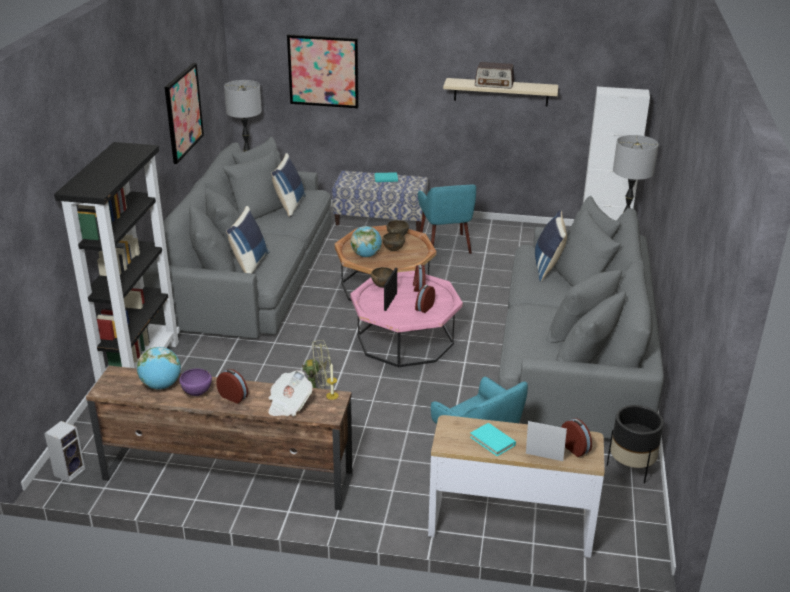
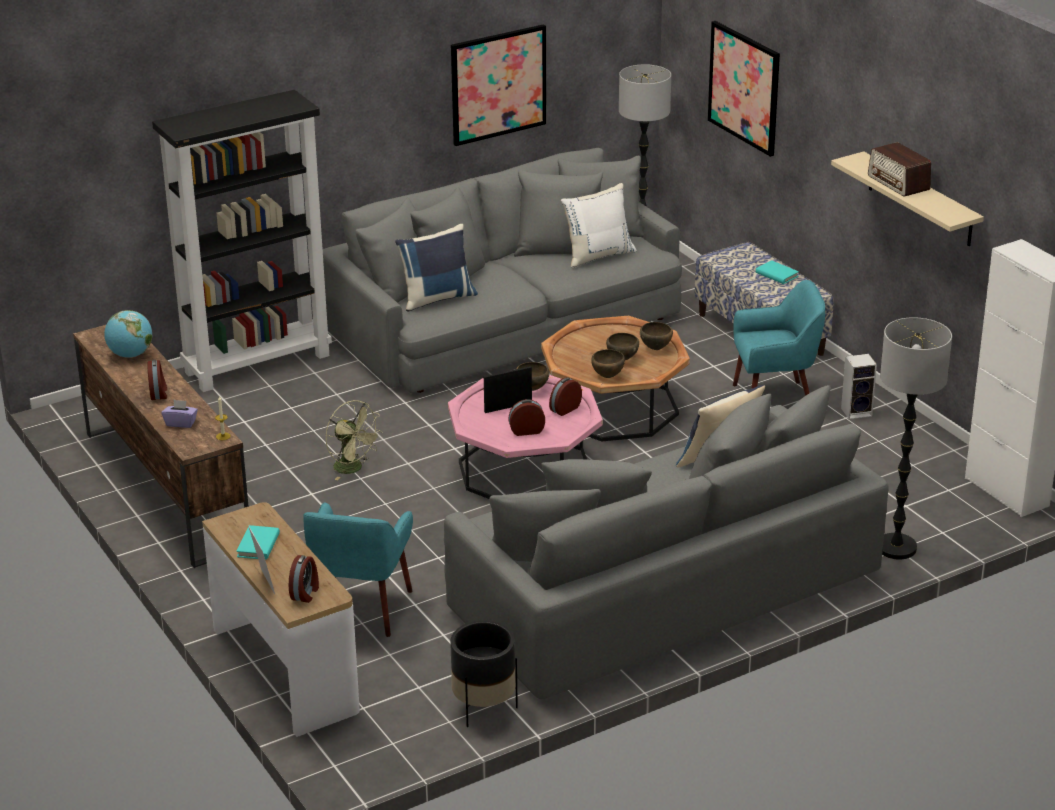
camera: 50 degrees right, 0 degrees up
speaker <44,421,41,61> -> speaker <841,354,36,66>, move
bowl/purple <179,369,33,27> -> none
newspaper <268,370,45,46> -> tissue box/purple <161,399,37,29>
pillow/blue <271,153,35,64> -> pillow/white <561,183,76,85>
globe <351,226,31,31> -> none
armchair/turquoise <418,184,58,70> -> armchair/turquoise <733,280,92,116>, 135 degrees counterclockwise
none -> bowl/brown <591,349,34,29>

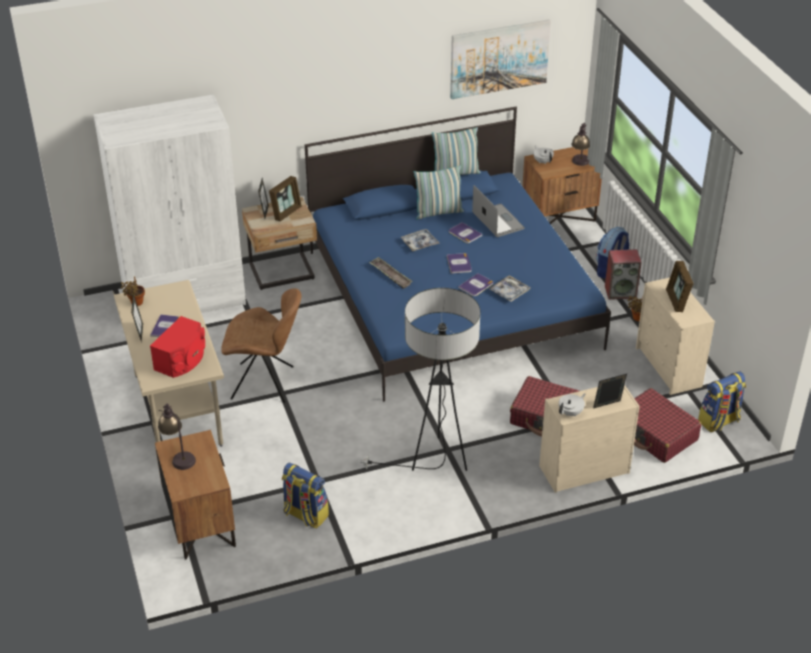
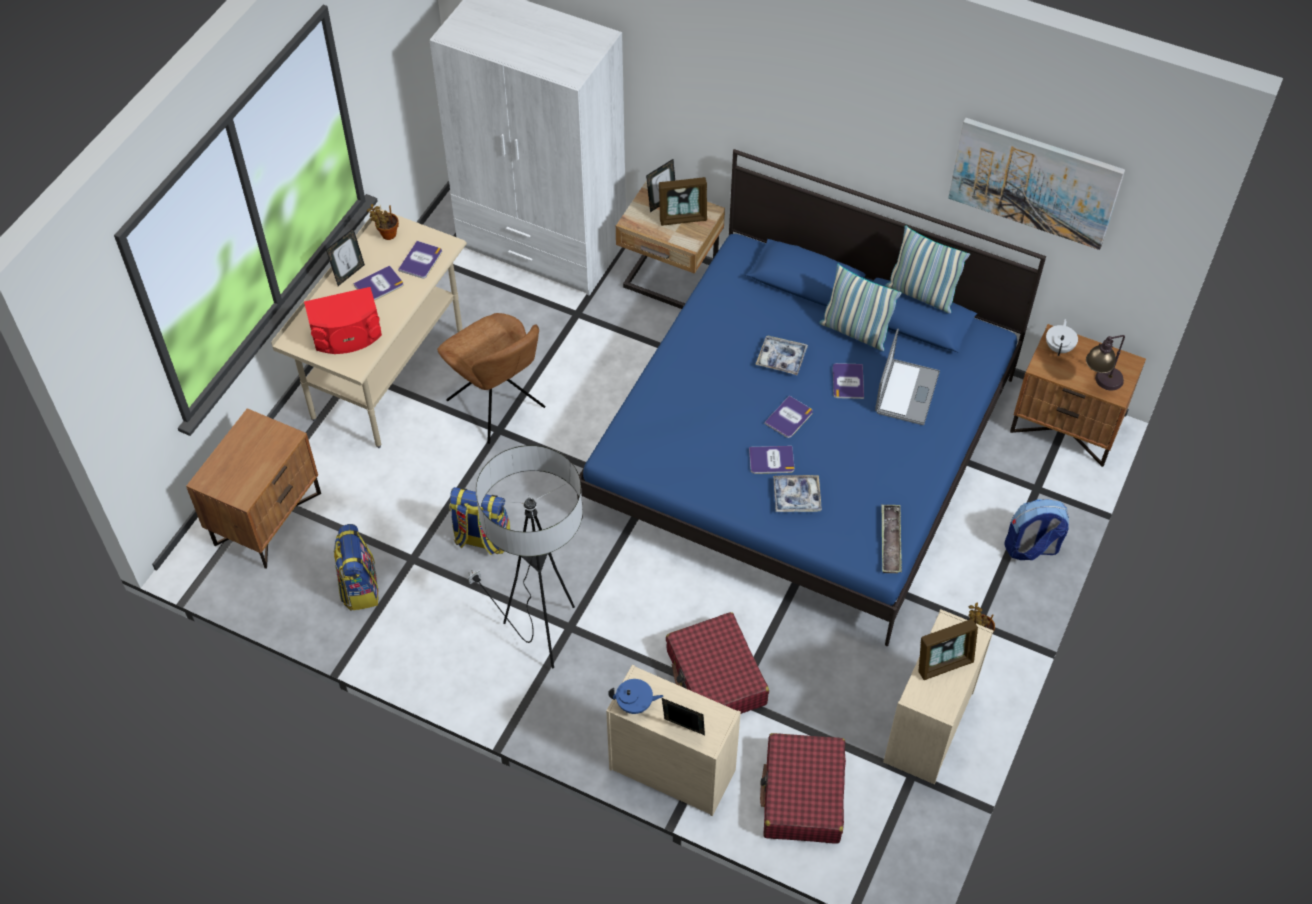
camera: 45 degrees right, 15 degrees up
table lamp <158,404,38,66> -> none
tray <369,257,44,32> -> tray <881,505,21,68>, move
teapot/white <559,394,26,23> -> teapot/blue <608,679,55,35>
speaker <605,249,37,51> -> none
picture frame <666,261,28,51> -> picture frame <918,619,60,61>, 150 degrees counterclockwise
backpack <698,371,48,61> -> backpack <449,487,61,68>, move
none -> book <398,241,44,37>

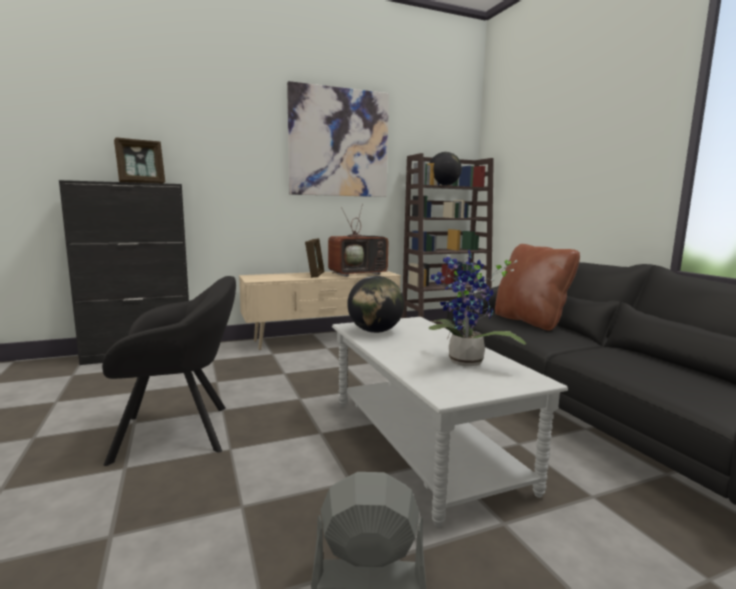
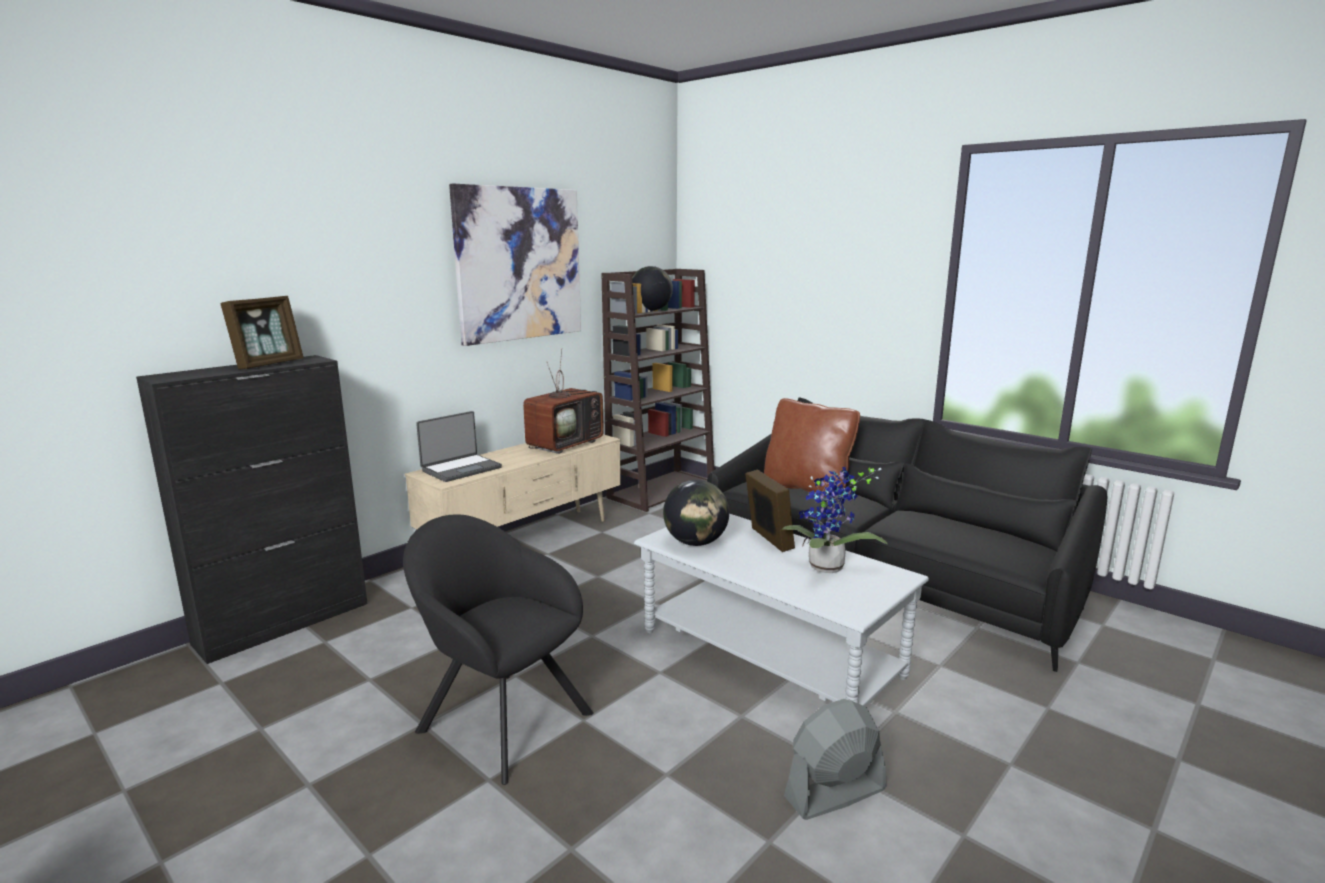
camera: 25 degrees left, 5 degrees up
armchair/black <102,276,134,190> -> armchair/black <403,514,190,271>, 105 degrees counterclockwise
picture frame <305,238,19,40> -> picture frame <745,470,50,82>, move
none -> laptop <416,411,86,71>

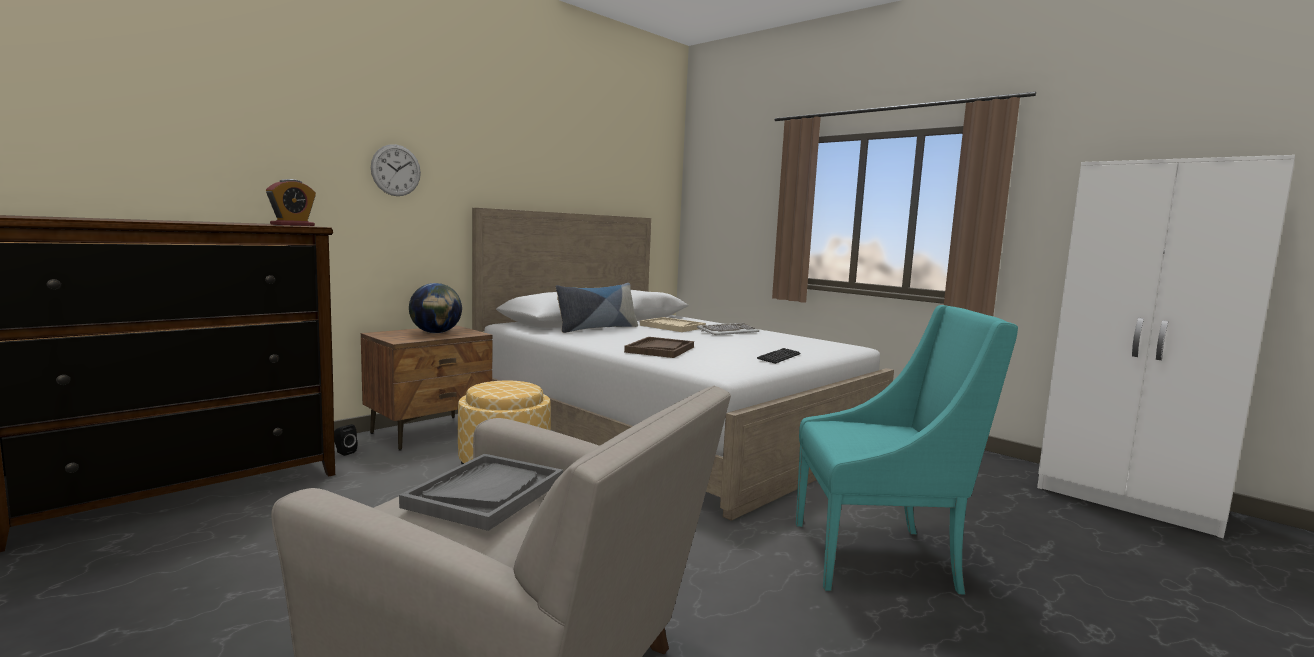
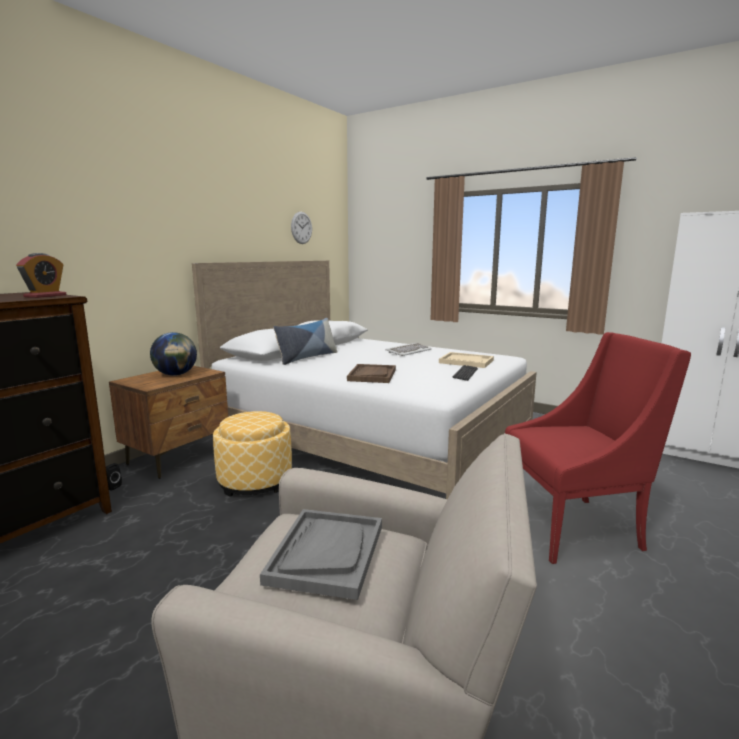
camera: 10 degrees left, 5 degrees up
wall clock <371,144,50,52> -> wall clock <291,212,21,32>, move
tray/beige <640,317,66,15> -> tray/beige <439,352,55,16>, move
armchair/turquoise <796,305,222,290> -> armchair/red <505,332,186,232>

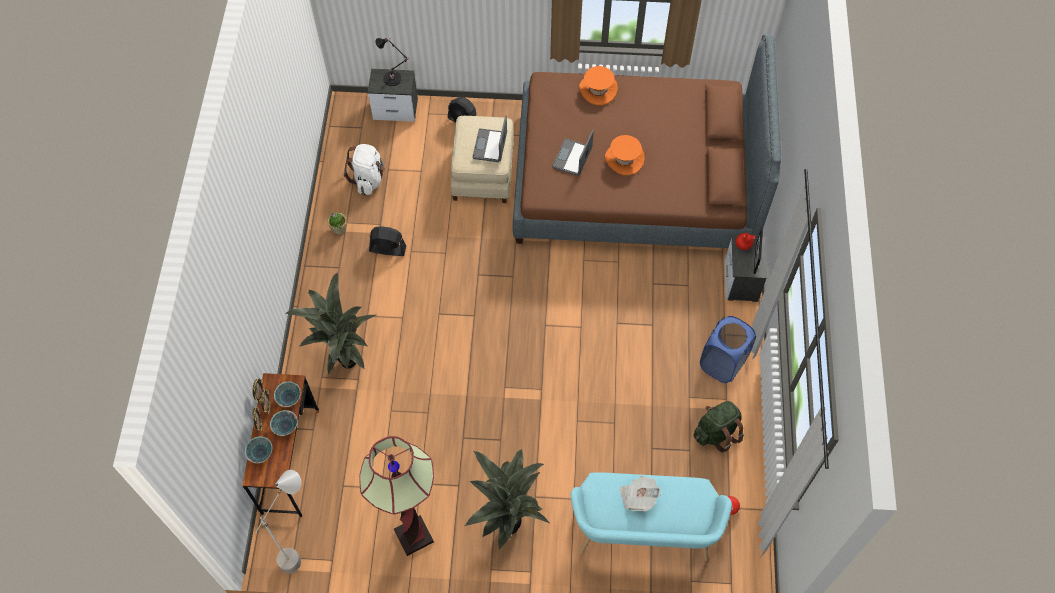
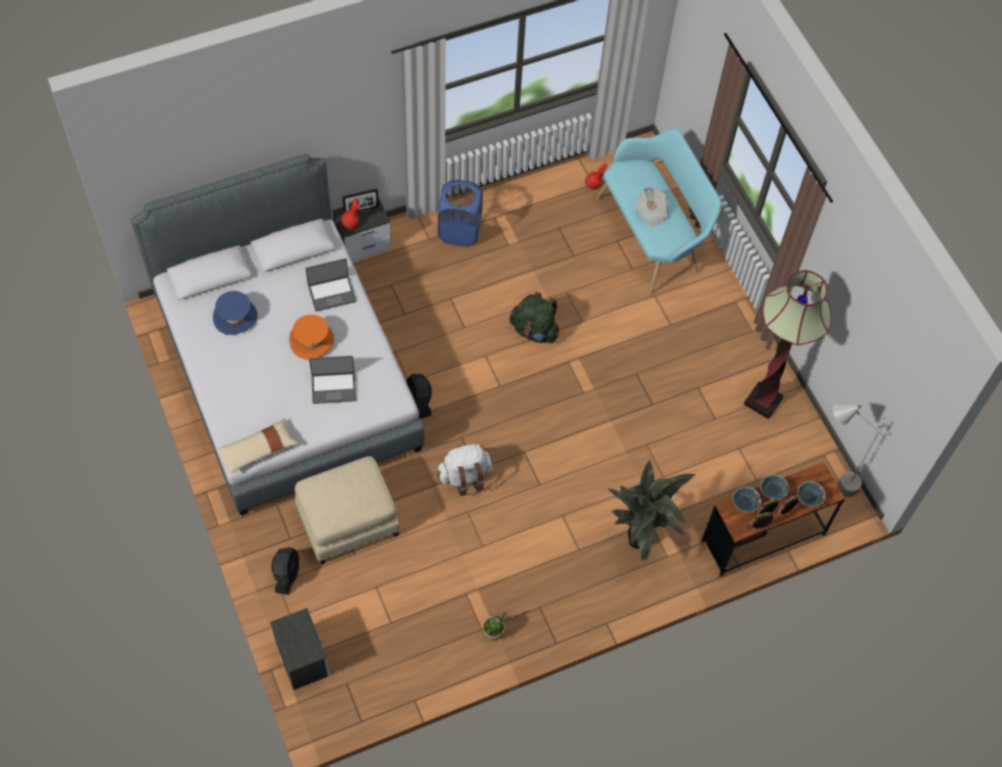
camera: 120 degrees left, 0 degrees up
backpack/white <344,144,41,51> -> backpack/white <437,444,56,52>, move
fan/black <369,226,37,30> -> fan/black <407,374,25,45>, move
table lamp/black <375,38,34,48> -> none
potted plant <465,449,84,101> -> none
laptop <472,115,35,47> -> laptop <306,258,50,53>, move
bed/brown <513,33,268,215> -> bed/grey <131,154,293,362>
hat/orange <579,66,39,39> -> none
backpack/green <694,401,50,51> -> backpack/green <509,292,50,51>, move
none -> hat/blue <213,291,45,44>
none -> pillow/beige <216,418,82,56>

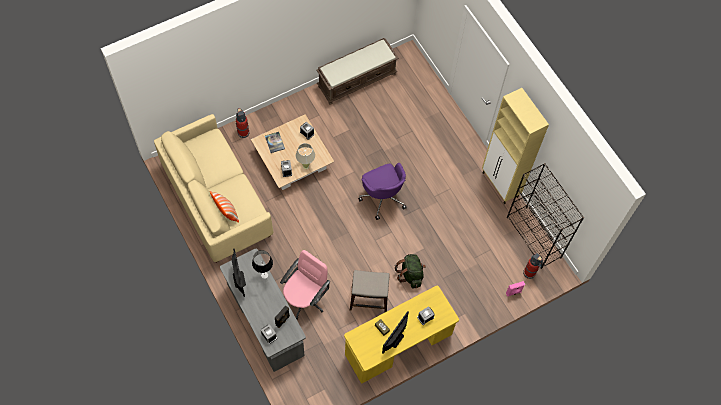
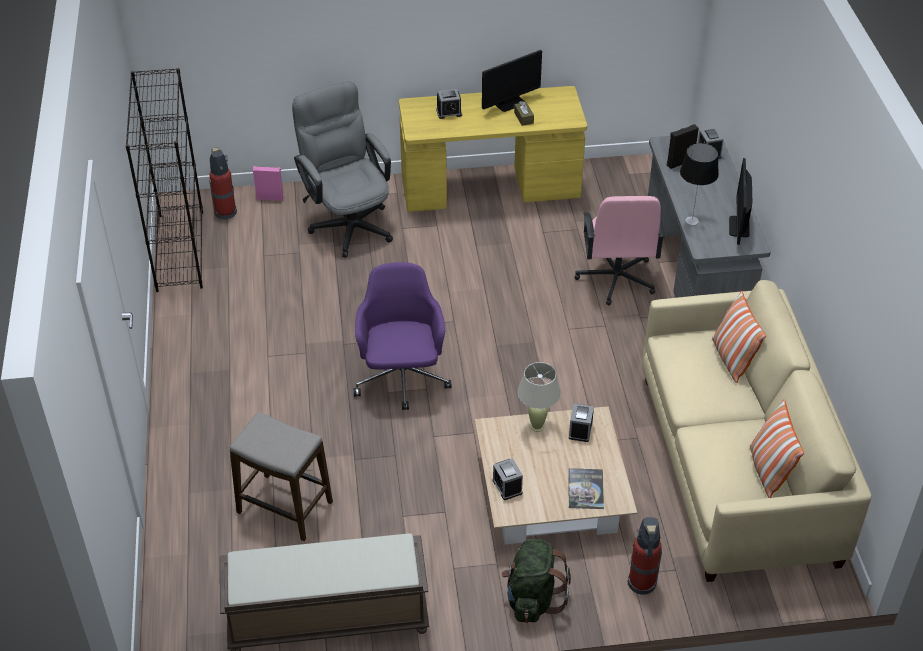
camera: 155 degrees left, 20 degrees down
office chair/pink <280,250,50,69> -> office chair/pink <575,196,90,109>, 60 degrees counterclockwise
stool <350,270,39,42> -> stool <230,412,103,129>, move
backpack/green <395,254,31,34> -> backpack/green <501,539,70,84>, move
cabinet/beige <482,88,67,116> -> none
none -> office chair/grey <292,81,101,177>
none -> pillow <750,399,54,99>

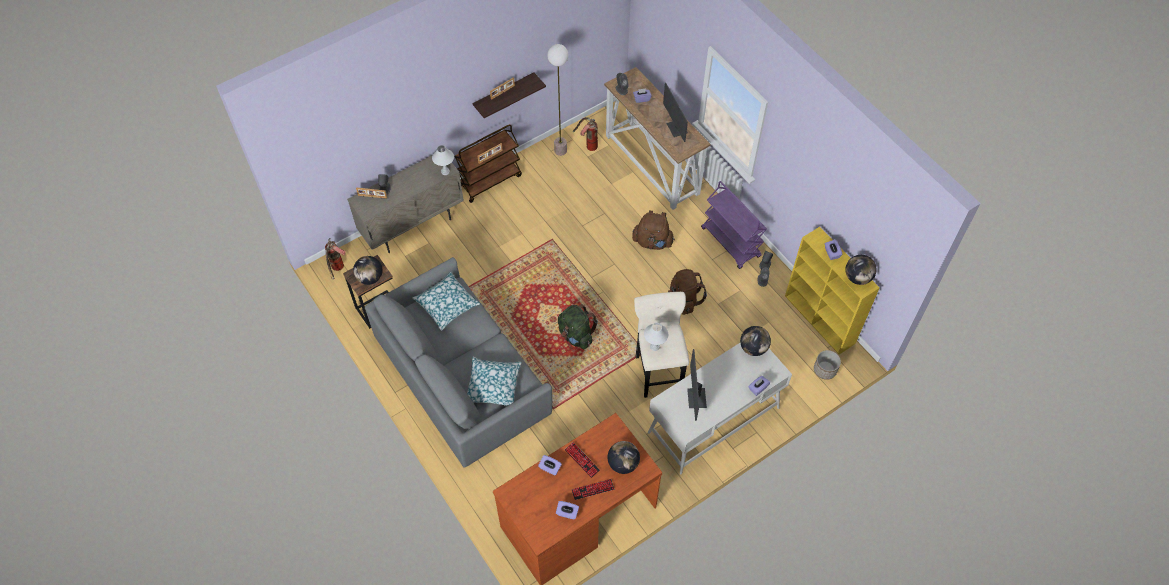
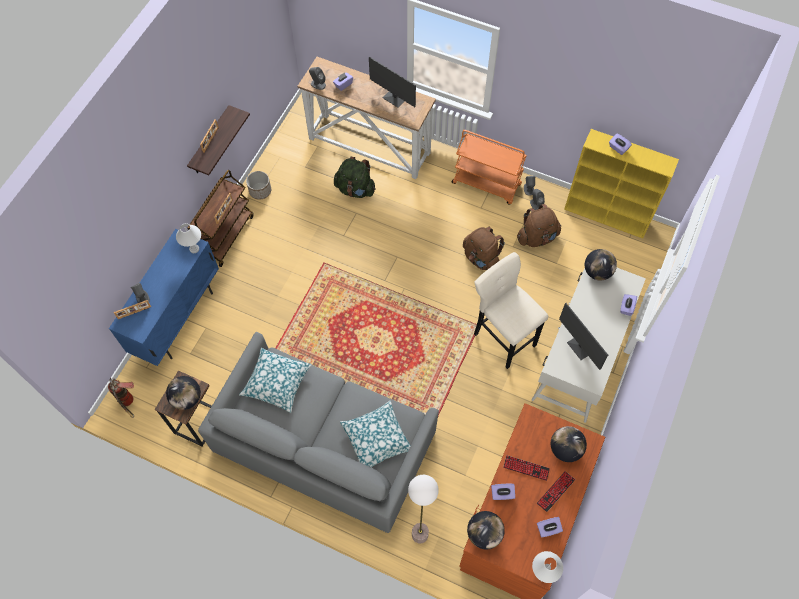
camera: 30 degrees left, 5 degrees up
cabinet/beige <347,151,117,102> -> cabinet/blue <109,229,110,137>
floor lamp <547,44,21,112> -> floor lamp <408,475,31,69>, move
backpack/green <558,304,40,45> -> backpack/green <334,157,42,41>, move
fire extinguisher <573,117,25,34> -> none
backpack/brown <632,211,43,39> -> backpack/brown <517,204,44,43>, move
table lamp/white <644,323,24,28> -> table lamp/white <532,551,31,32>, move
cart/purple <701,181,66,88> -> cart/orange <452,130,75,75>
planter <814,350,27,30> -> planter <246,171,25,29>, move
globe <845,255,32,30> -> globe <467,511,38,38>, move

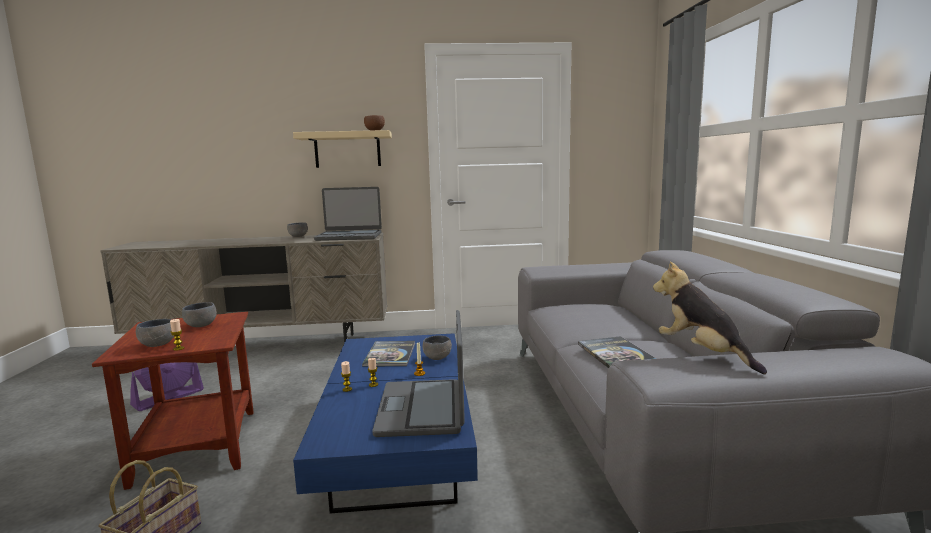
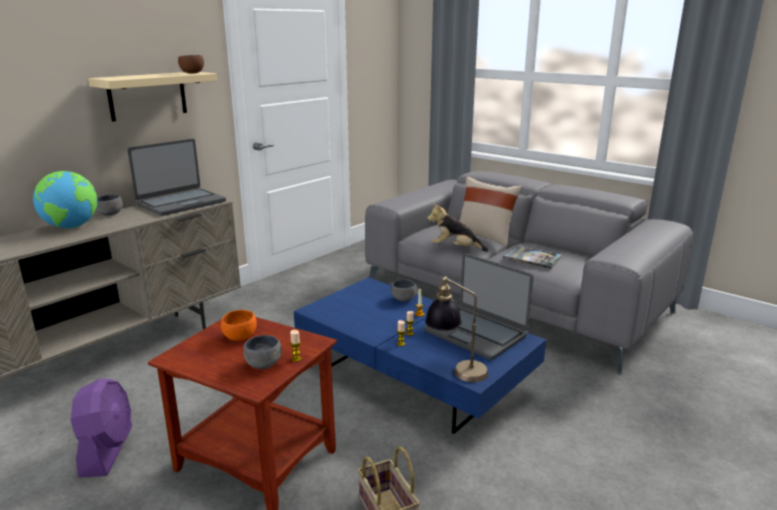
camera: 45 degrees left, 10 degrees up
bowl/grey <182,302,35,25> -> bowl/orange <221,310,36,31>
book <362,341,53,26> -> none
plush toy <653,261,114,113> -> plush toy <427,203,61,49>, move
none -> globe <33,171,64,58>
none -> table lamp <425,276,64,106>
none -> pillow/beige <460,176,62,70>

